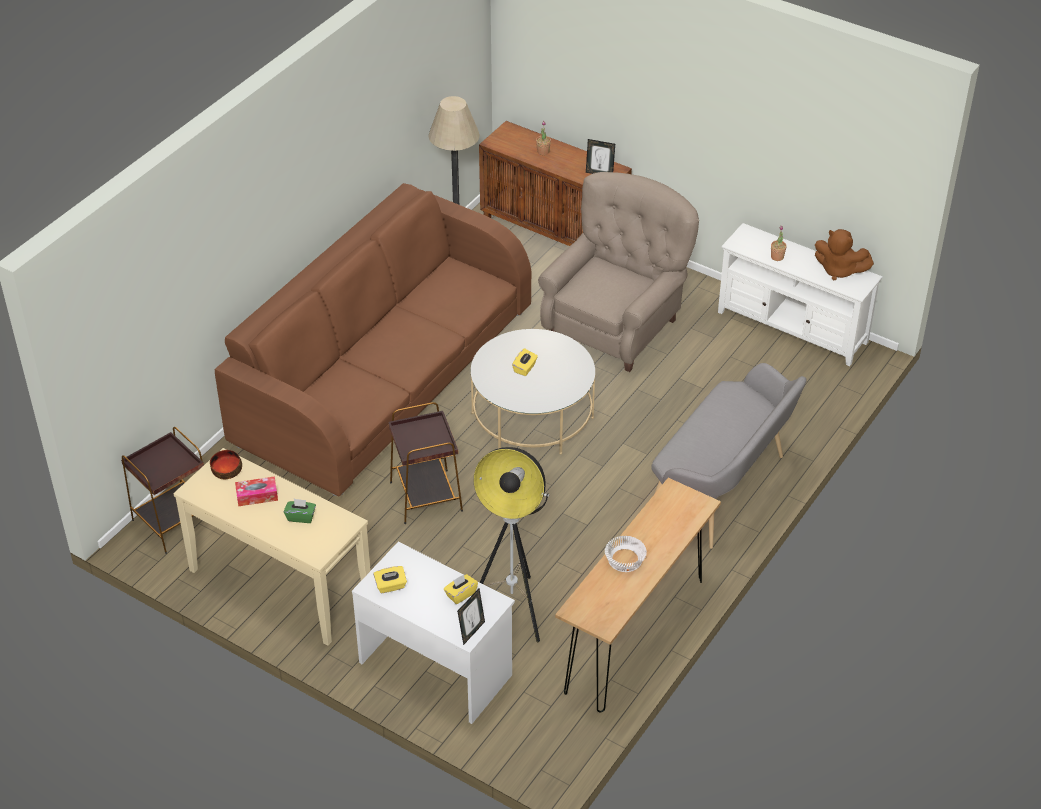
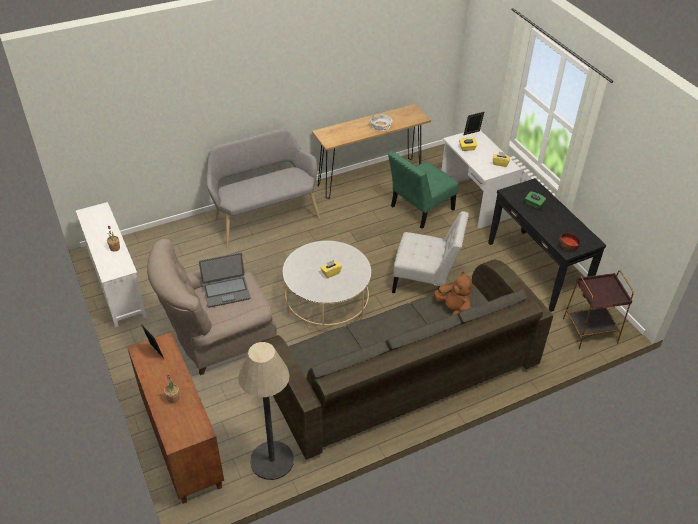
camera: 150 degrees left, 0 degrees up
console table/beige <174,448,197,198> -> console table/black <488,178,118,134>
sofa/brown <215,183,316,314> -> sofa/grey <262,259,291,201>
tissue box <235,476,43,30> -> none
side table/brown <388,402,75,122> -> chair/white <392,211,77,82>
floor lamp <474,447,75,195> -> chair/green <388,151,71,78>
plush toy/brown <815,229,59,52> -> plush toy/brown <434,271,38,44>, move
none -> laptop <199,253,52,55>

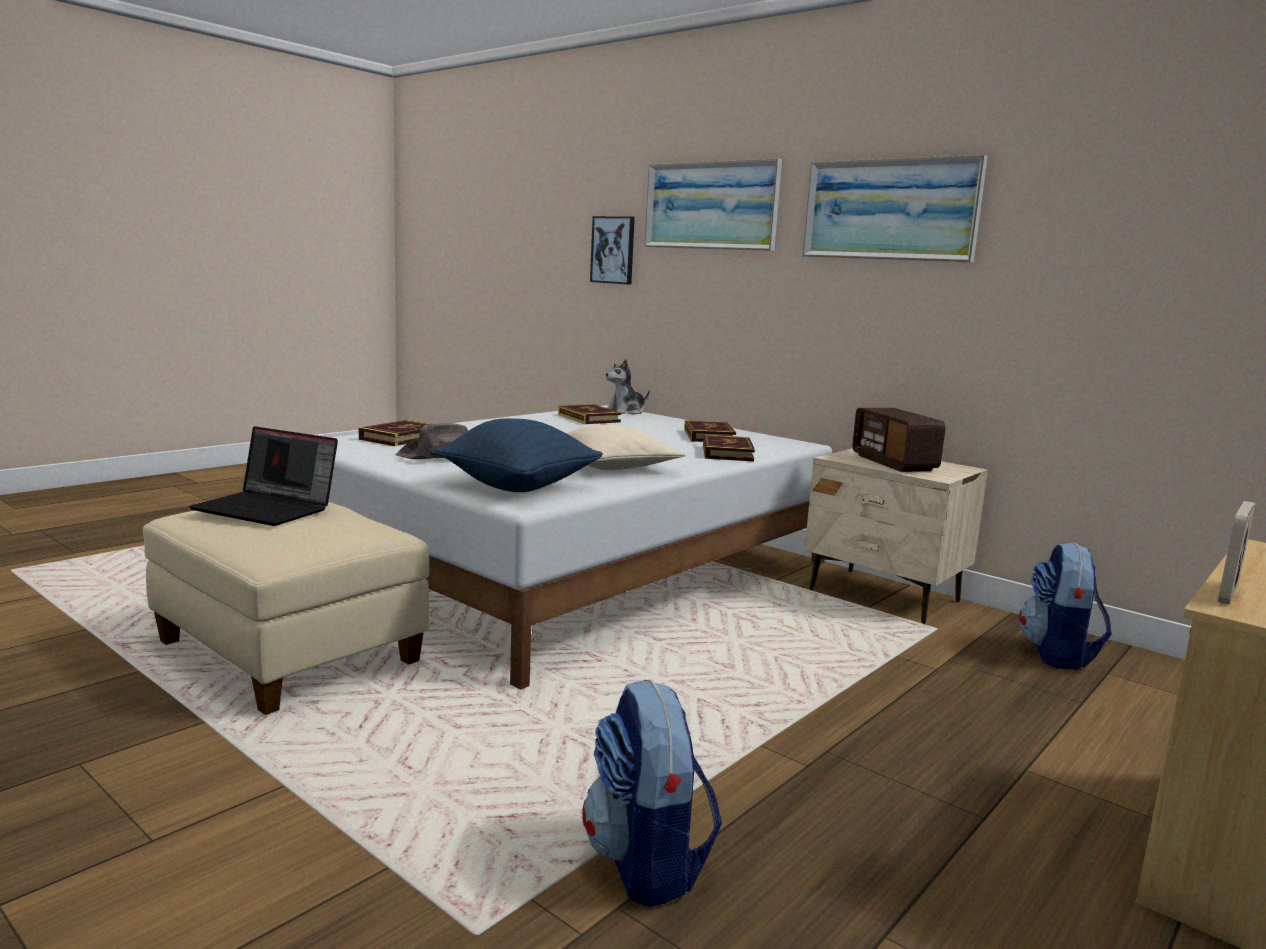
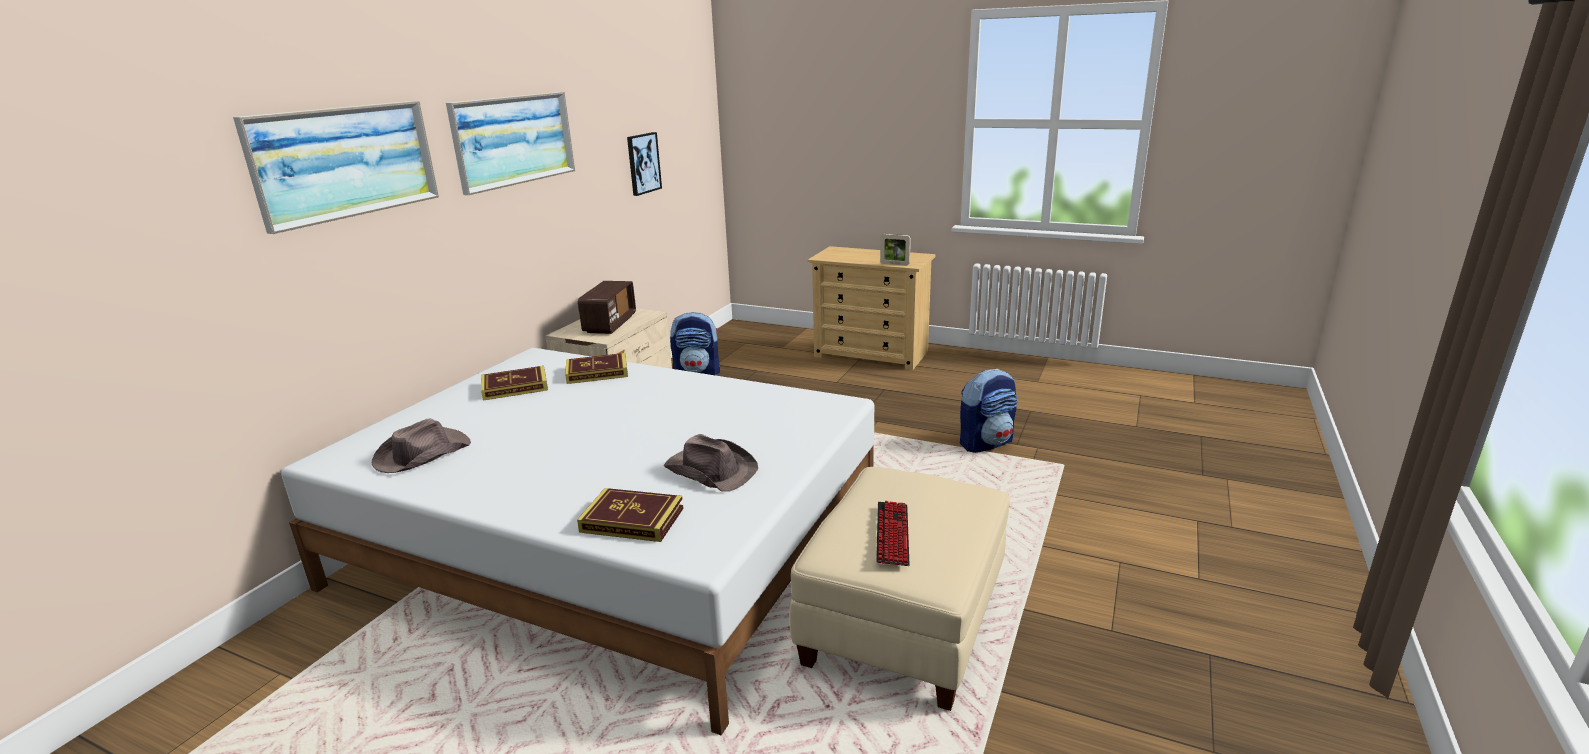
camera: 105 degrees left, 10 degrees up
laptop <189,426,149,100> -> keyboard <876,501,34,65>
pillow/blue <433,418,170,74> -> none
book <558,404,63,20> -> hat/brown <371,419,100,54>
pillow/beige <567,425,119,45> -> none
picture <590,216,45,69> -> picture <627,132,35,64>, move
plush toy <606,359,44,56> -> none
radio <852,408,94,64> -> radio <578,281,58,53>, 45 degrees counterclockwise

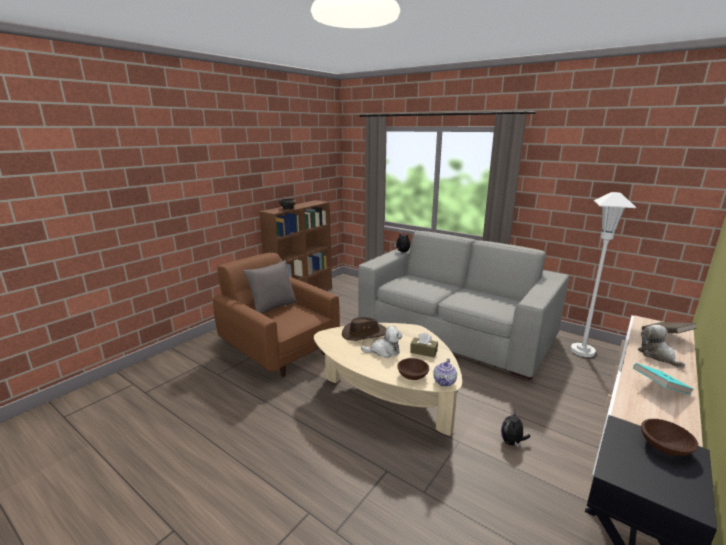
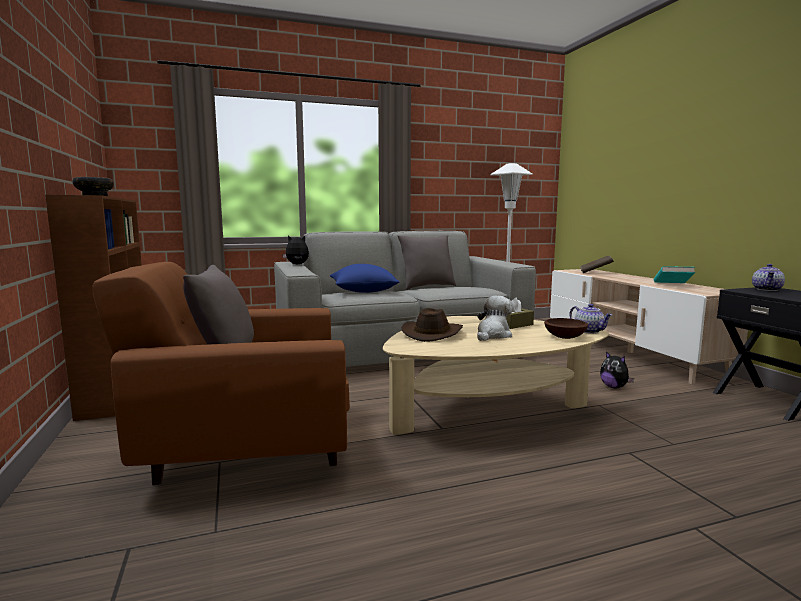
camera: 55 degrees left, 10 degrees down
plush toy <638,325,47,43> -> none
bowl/brown <641,419,57,37> -> teapot <752,264,33,27>
none -> pillow/blue <330,264,69,29>
none -> pillow/grey <398,235,58,55>

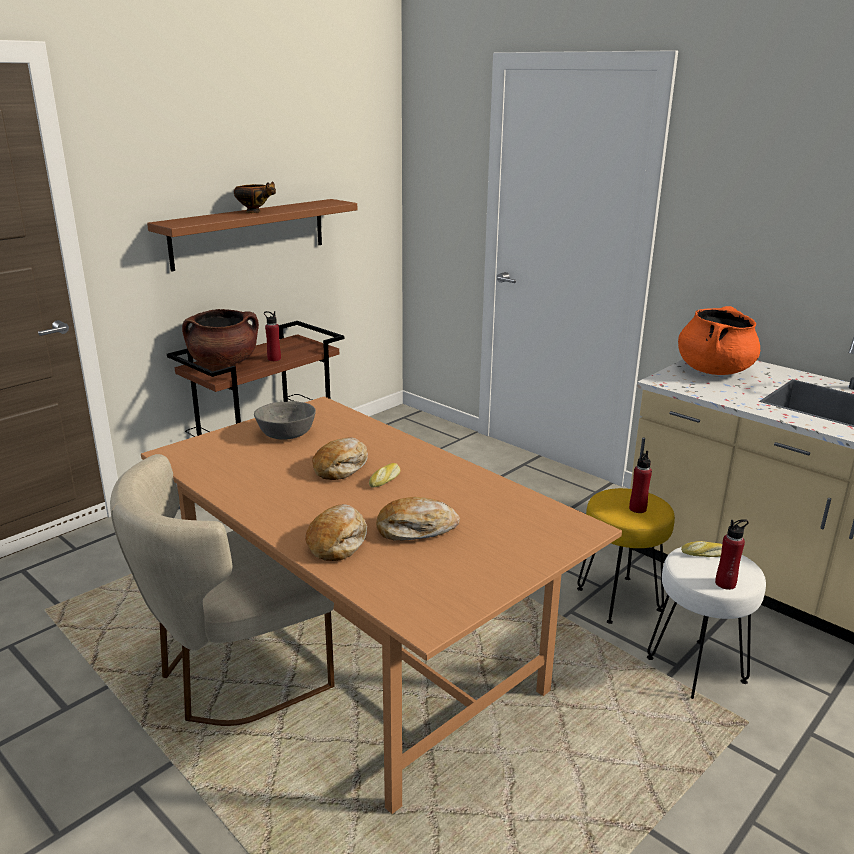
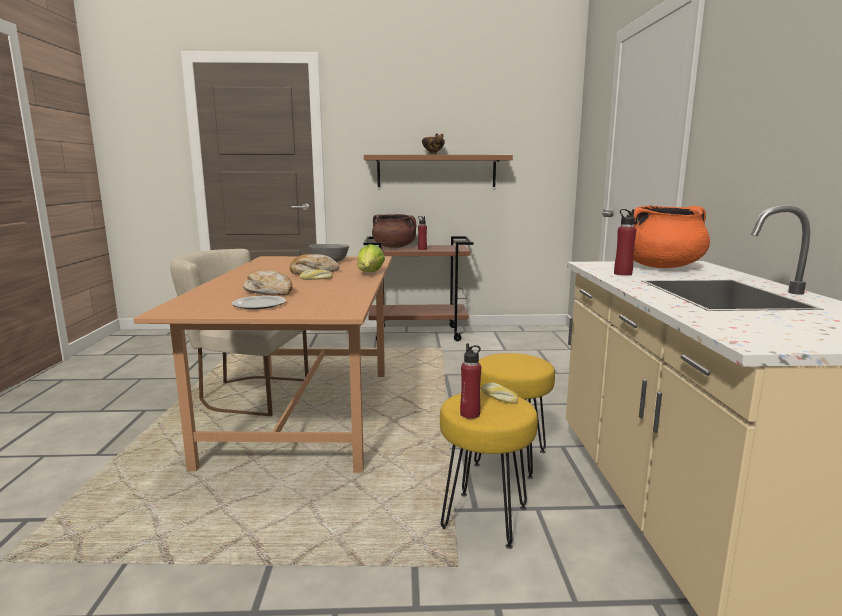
camera: 45 degrees right, 10 degrees down
bread <306,504,61,57> -> none
bottle/red <629,451,23,62> -> bottle/red <614,209,22,67>, move
stool/white <647,547,119,152> -> stool/yellow <440,391,98,158>
none -> plate <232,296,54,13>
none -> lettuce <357,244,28,28>

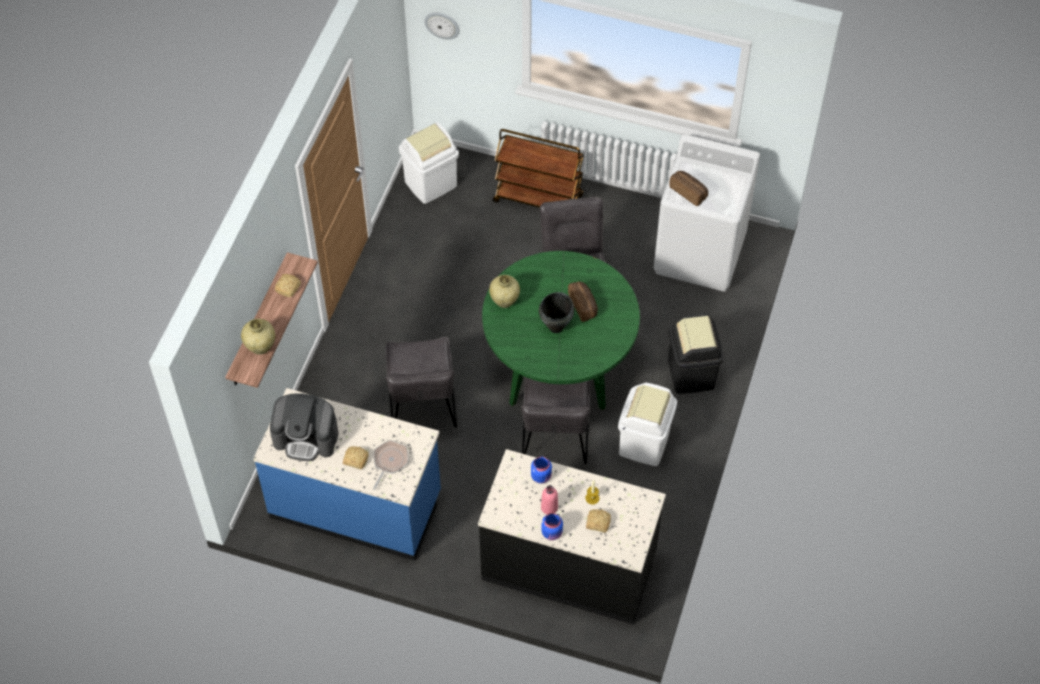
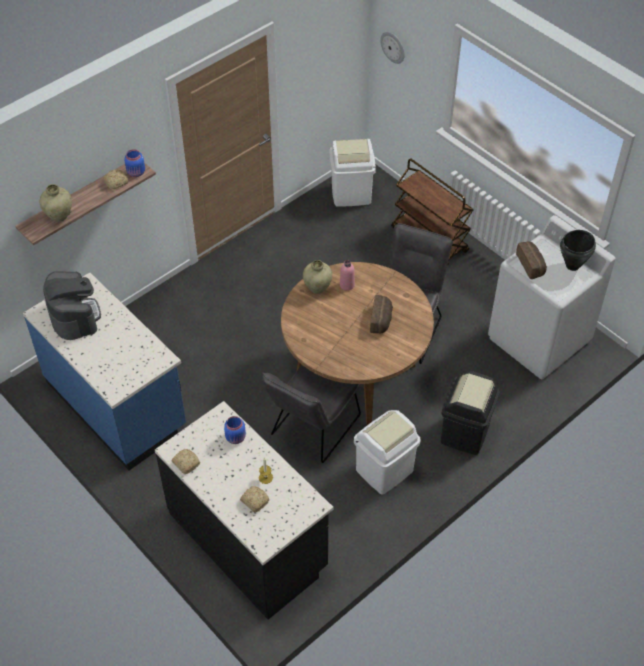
camera: 30 degrees right, 5 degrees down
coffee machine <270,393,69,68> -> coffee machine <43,271,58,69>, 150 degrees counterclockwise
bread <343,446,26,23> -> bread <172,449,28,25>, move
frying pan <373,440,36,50> -> none
chair/grey <385,337,72,91> -> none
dining table/green <482,251,158,159> -> dining table/brown <281,262,153,163>
cooking pot/black <539,292,35,41> -> cooking pot/black <560,230,36,41>, move
bottle/pink <541,485,17,30> -> bottle/pink <340,260,15,31>, move
jar/blue <542,513,21,27> -> jar/blue <124,149,21,28>, move

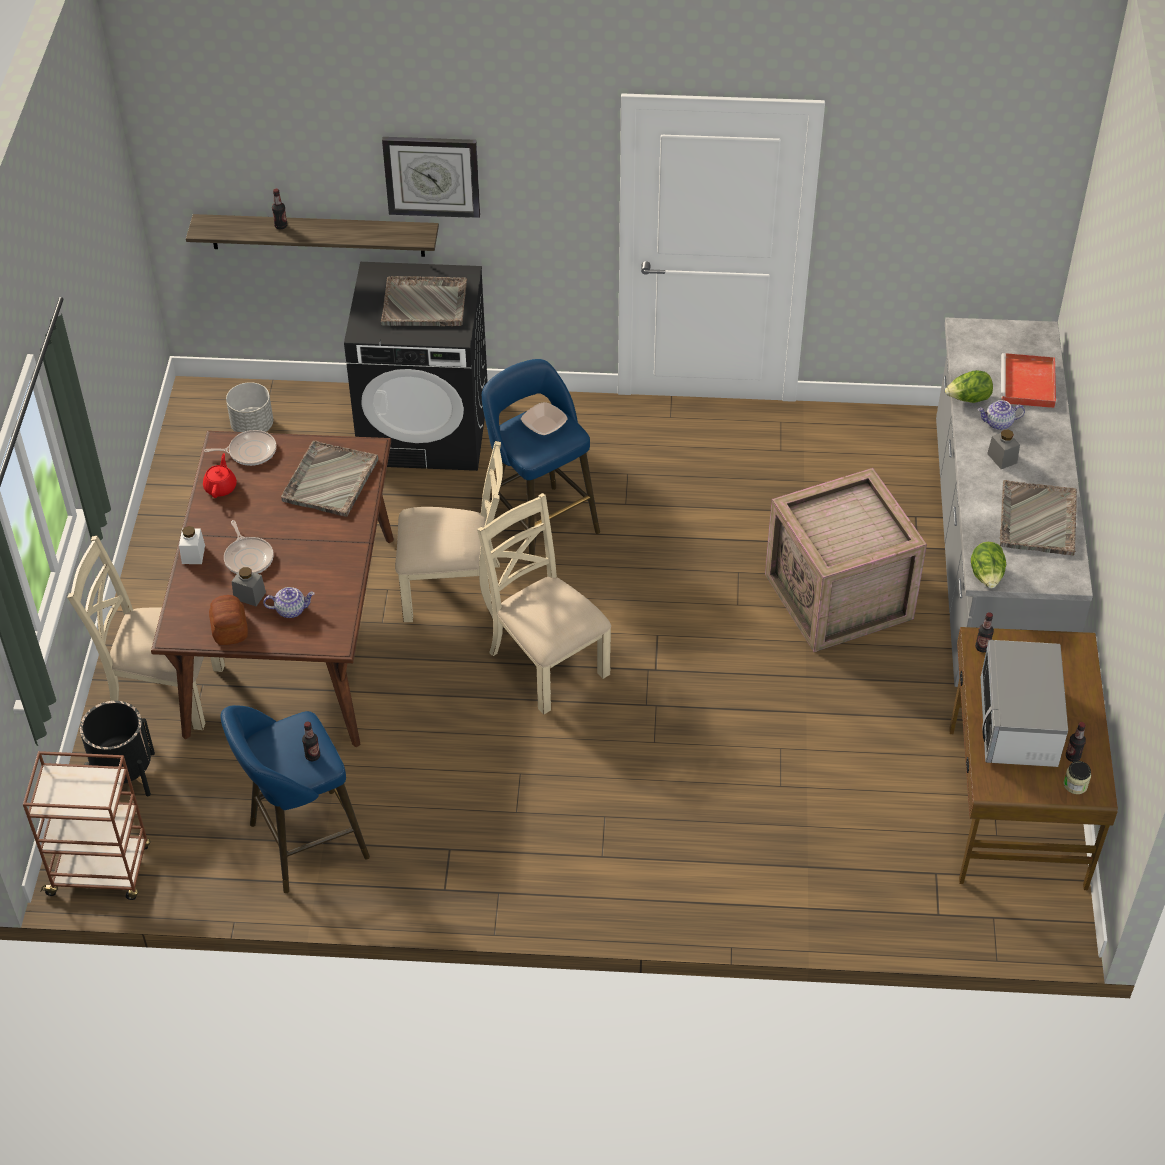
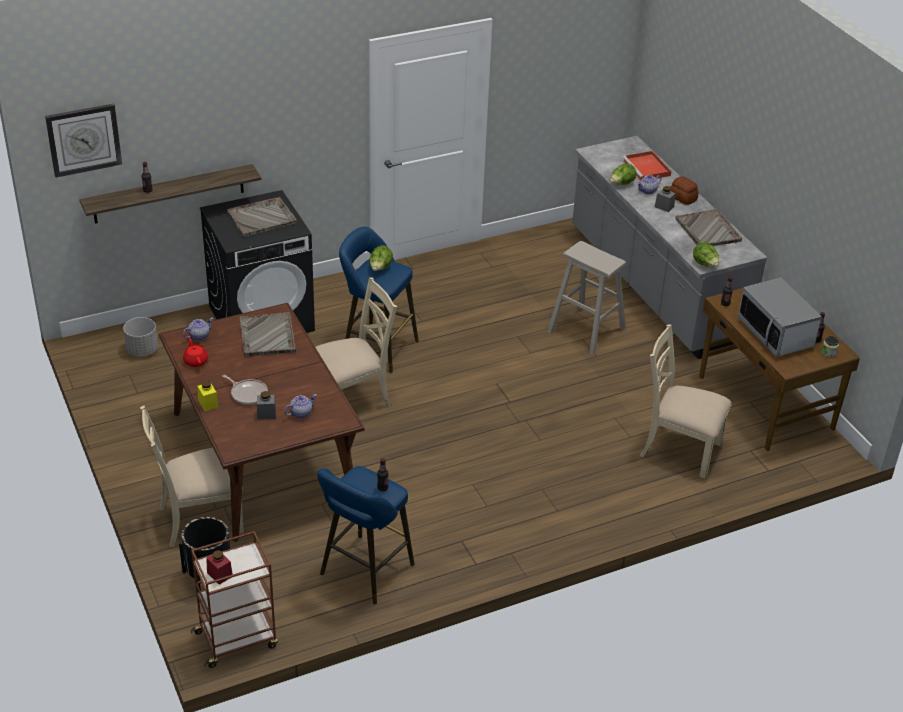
camera: 30 degrees left, 10 degrees down
jar/white <179,526,26,38> -> jar/yellow <197,381,22,30>
frying pan <204,430,72,36> -> teapot <183,318,31,23>
bread <209,595,39,50> -> bread <670,176,29,29>, move
wall clock <382,137,98,81> -> wall clock <45,104,77,73>, move
chair/beige <477,493,134,222> -> chair/beige <640,324,92,155>, move
bowl <521,402,47,33> -> lettuce <369,245,24,26>
crate <765,468,162,184> -> stool/beige <547,241,79,115>
none -> jar/red <206,550,27,35>

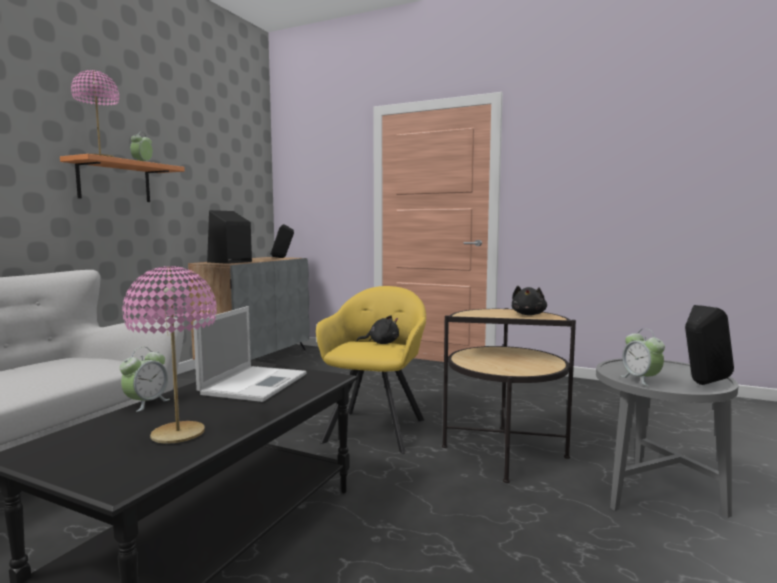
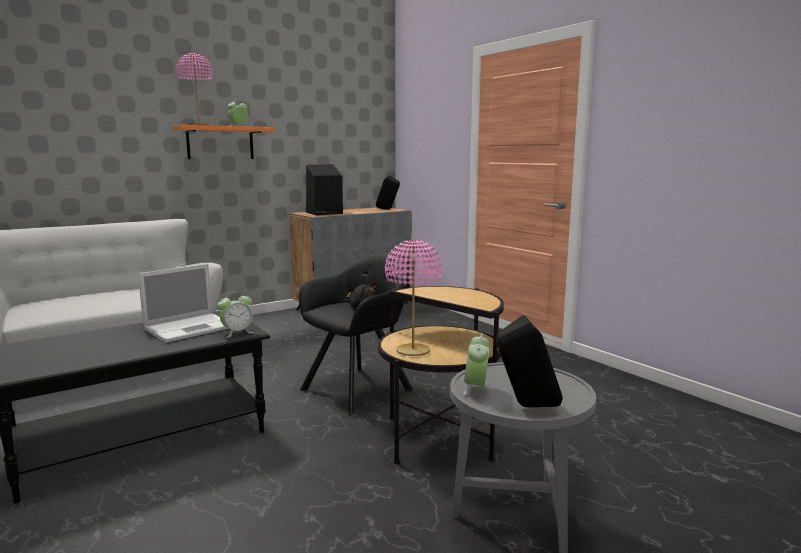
camera: 30 degrees right, 5 degrees up
alarm clock <120,347,50,65> -> alarm clock <217,291,37,47>, move
table lamp/pink <122,266,95,178> -> table lamp/pink <385,240,57,116>, move
armchair/yellow <316,286,110,168> -> armchair/black <299,251,114,164>
plush toy/black <512,286,35,29> -> none

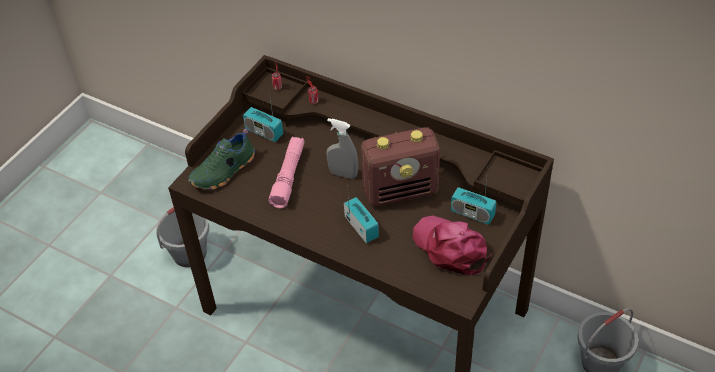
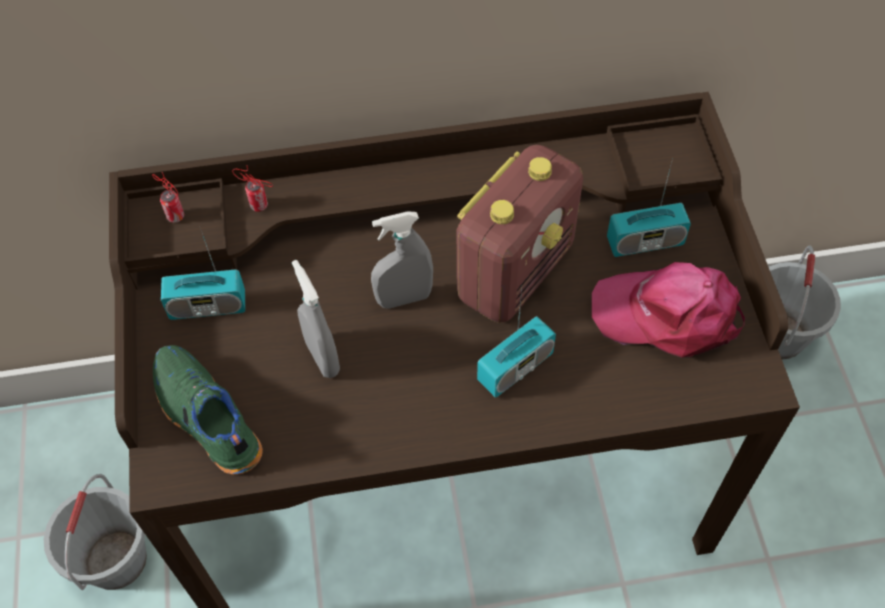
camera: 40 degrees left, 10 degrees up
shoe/green <188,128,67,62> -> shoe/green <153,345,110,130>, 135 degrees clockwise
flashlight/pink <268,137,37,71> -> spray bottle/grey <292,260,48,118>
radio <344,183,35,60> -> radio <477,289,79,109>, 120 degrees clockwise

